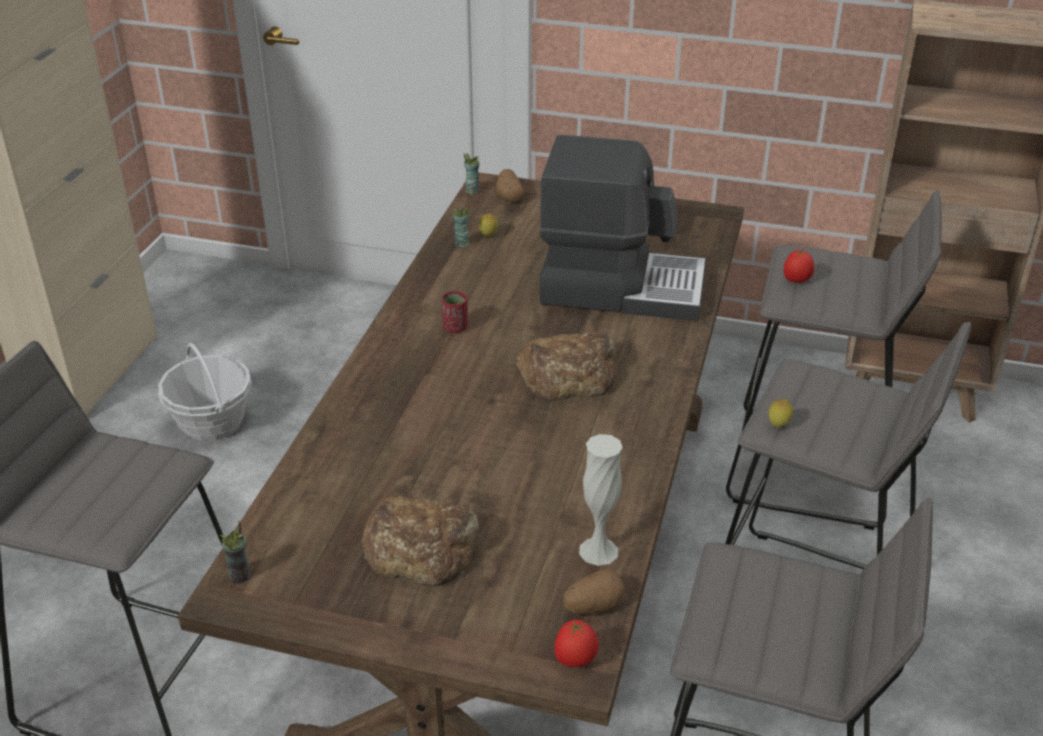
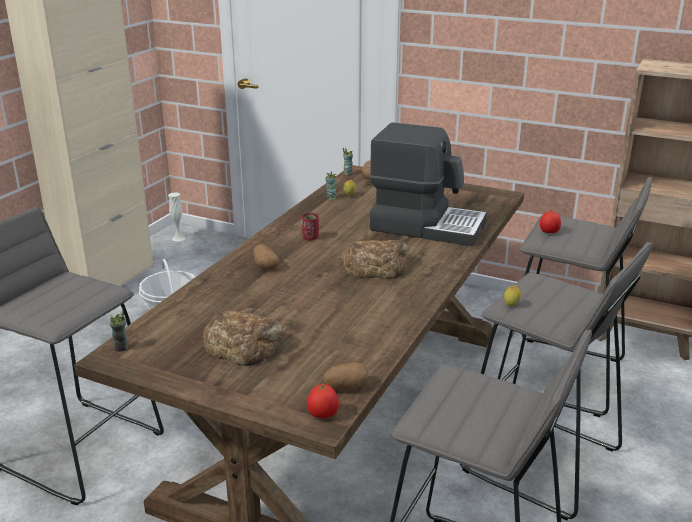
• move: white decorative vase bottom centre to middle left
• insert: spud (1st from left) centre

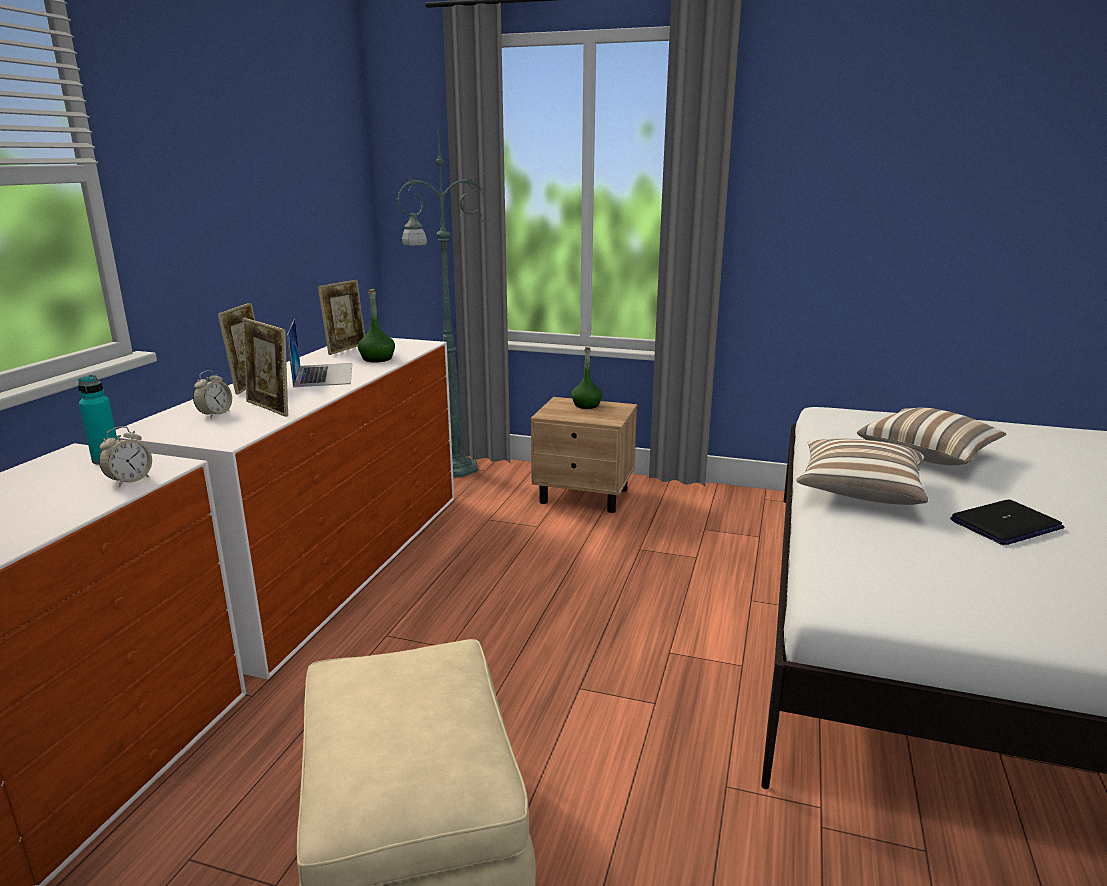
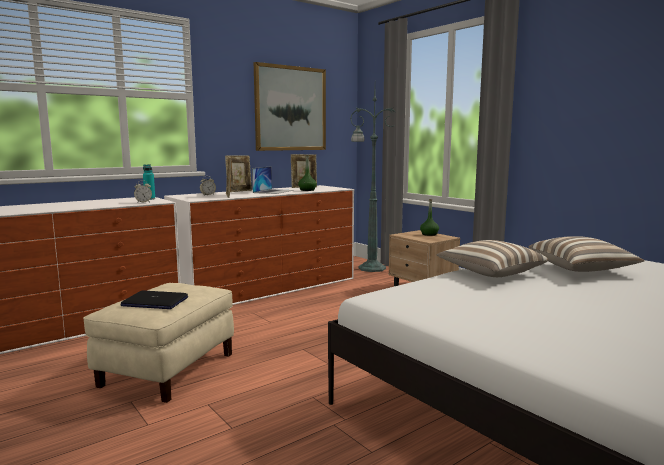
• move: notebook computer (2nd from left in the first image) middle right to notebook computer (1st from left) middle left
• insert: picture top centre

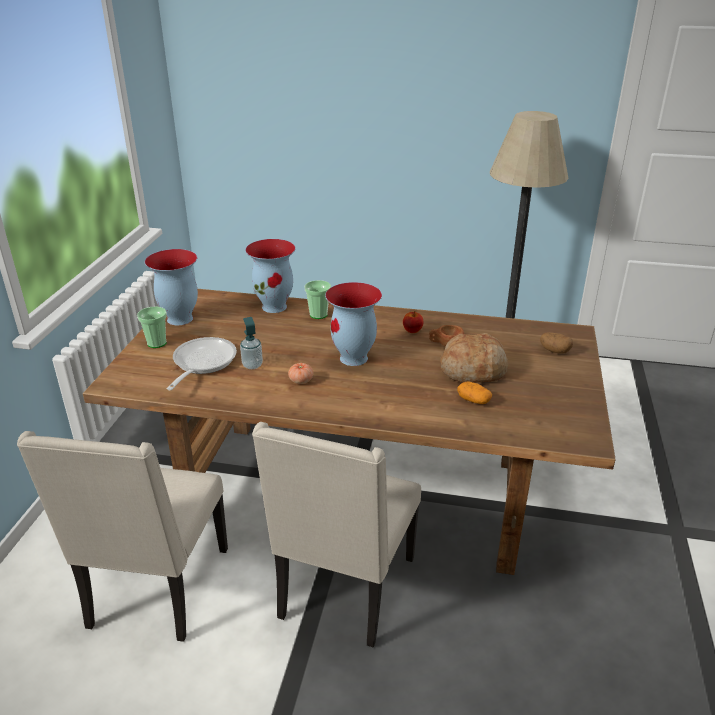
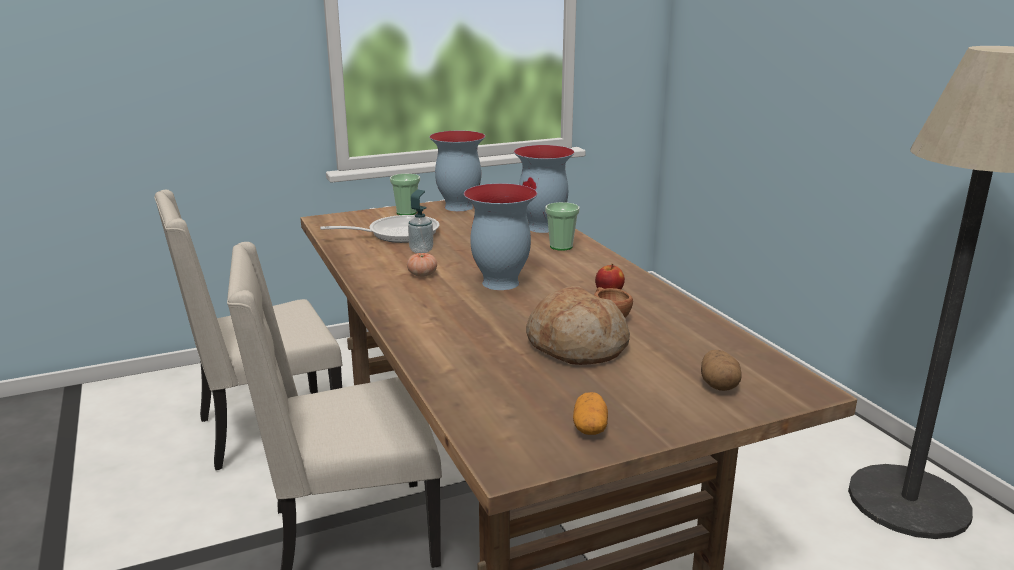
• move: spud (1st from left) centre to bottom centre

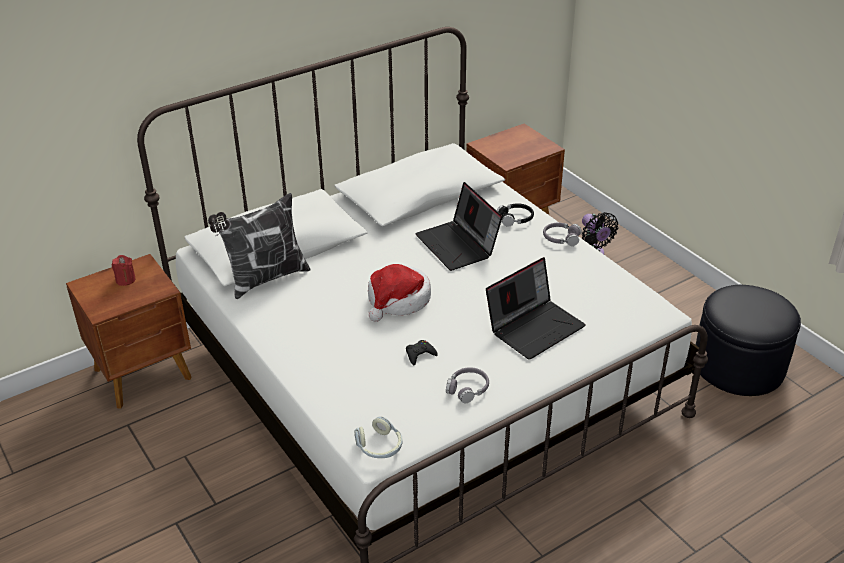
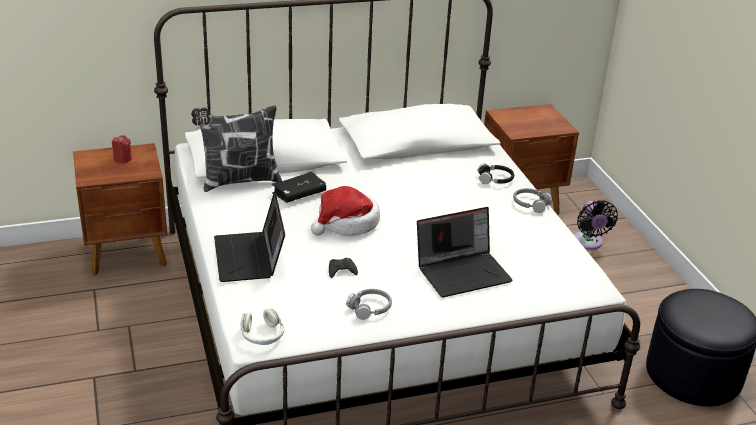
• move: notebook computer (1st from left) centre to middle left
• insert: black bound book centre

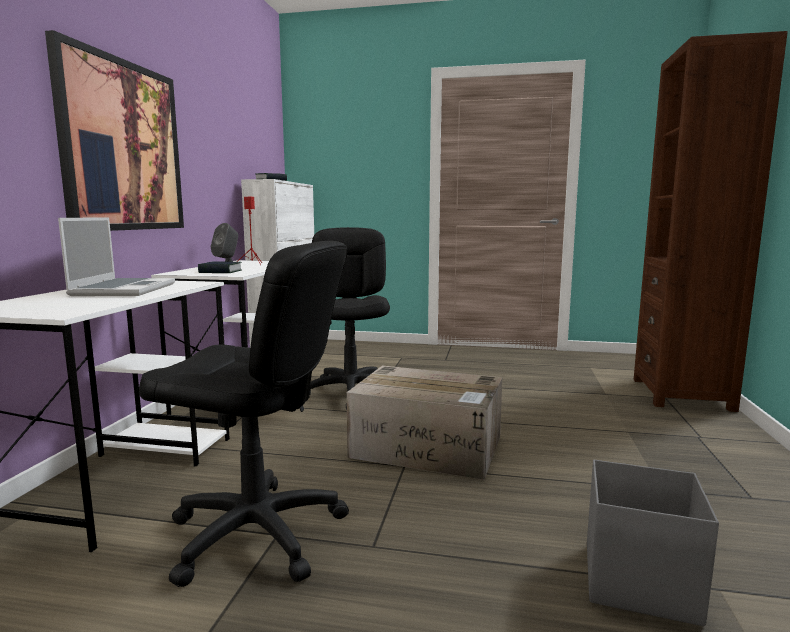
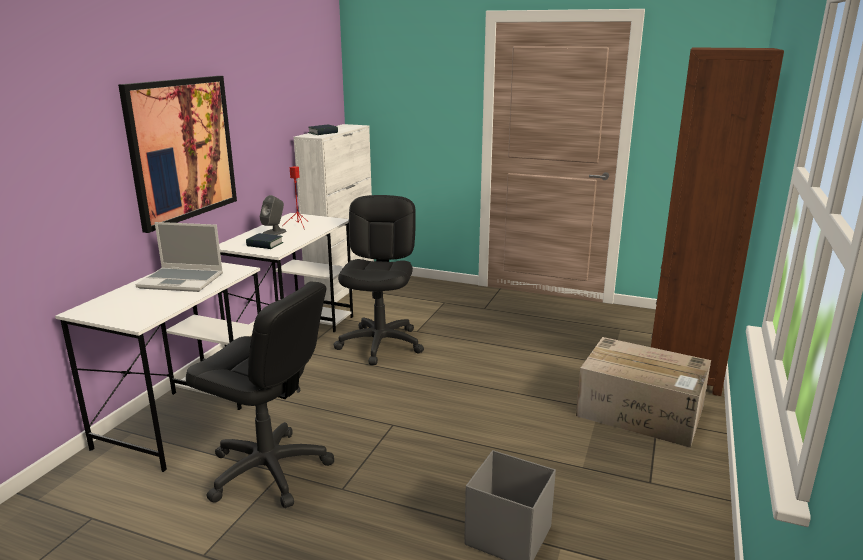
• rotate: notebook computer middle left = middle left 90 degrees clockwise
• move: packing box bottom centre to bottom right

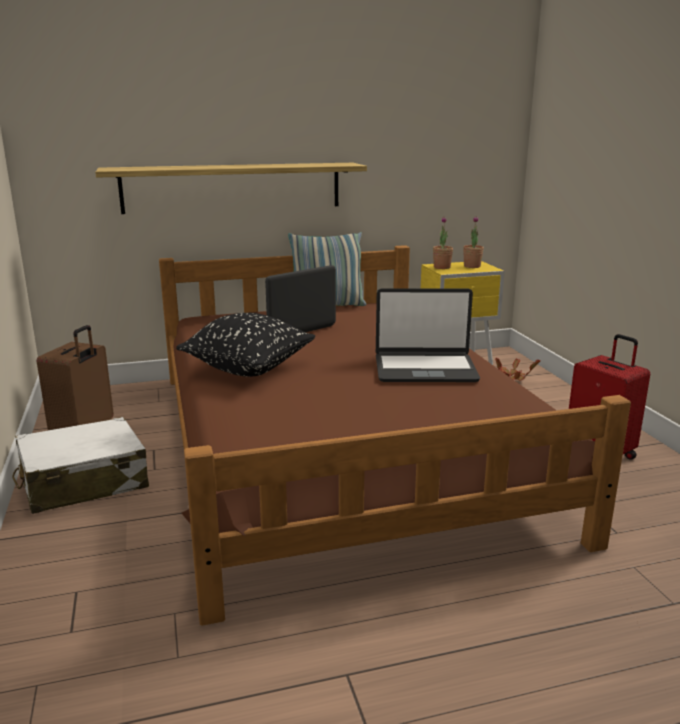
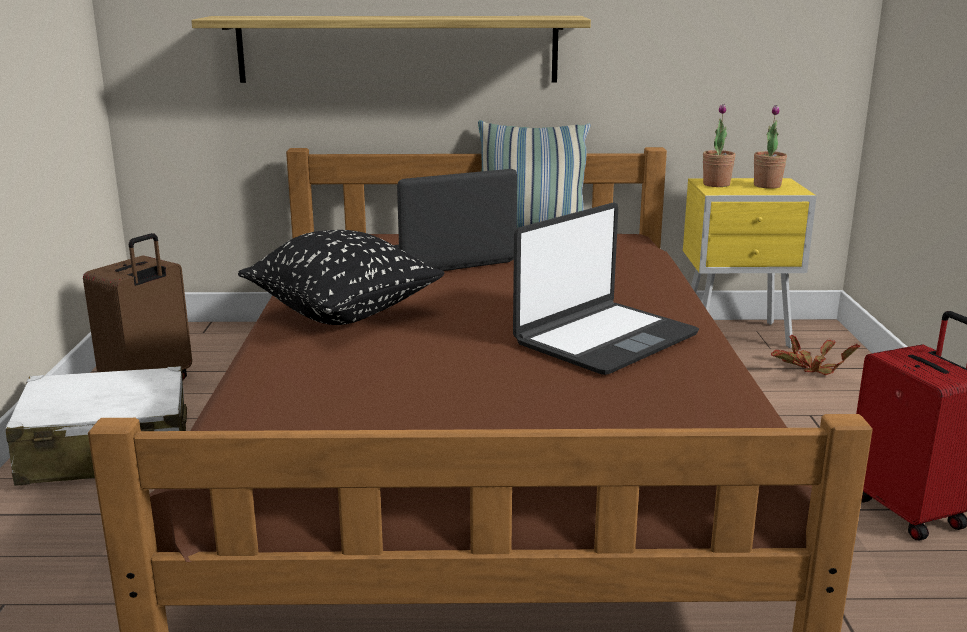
• rotate: notebook computer (2nd from left) centre = centre 60 degrees counterclockwise

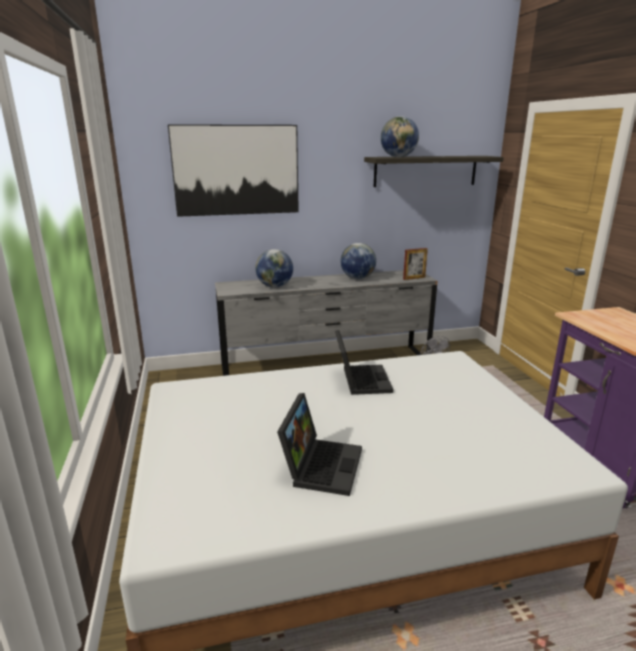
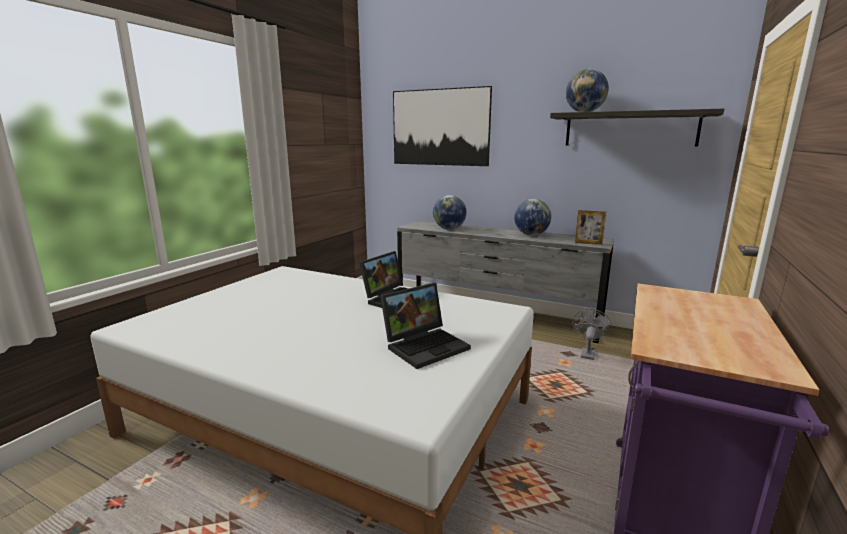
• move: notebook computer (1st from left in the first image) bottom centre to notebook computer (2nd from left) centre

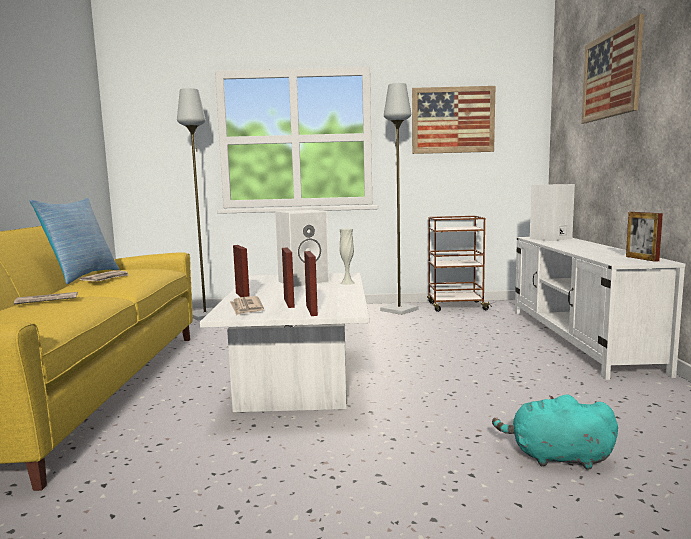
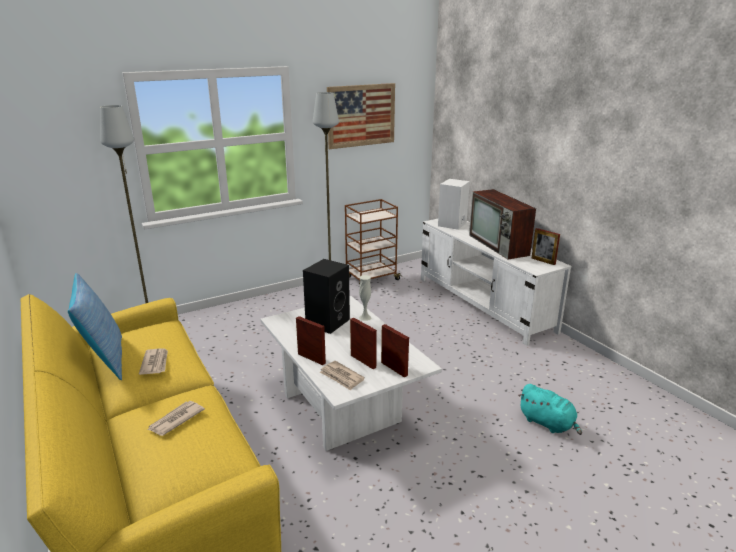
• delete: picture (2nd from left) top right
• recolor: white loudspeaker (1st from left) centre to black loudspeaker centre
• rotate: turquoise-coloured plush toy bottom right = bottom right 120 degrees counterclockwise
• insert: TV set middle right

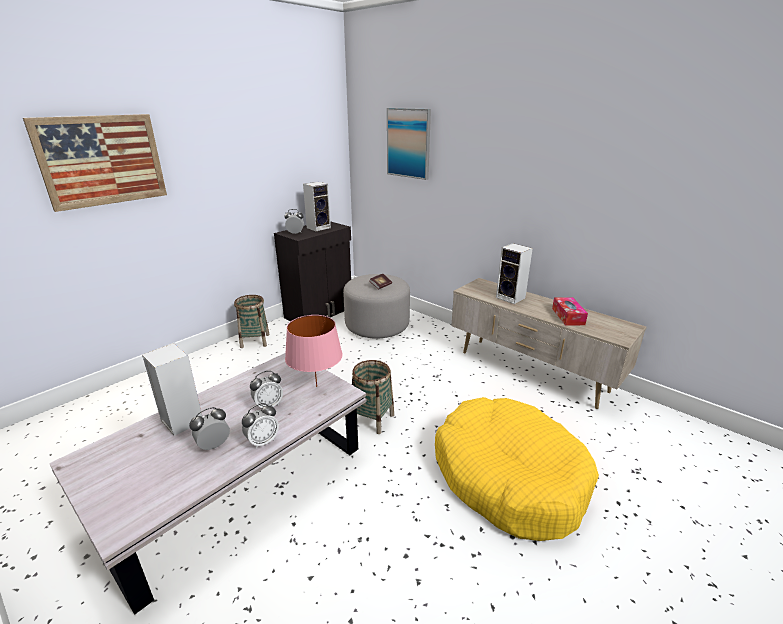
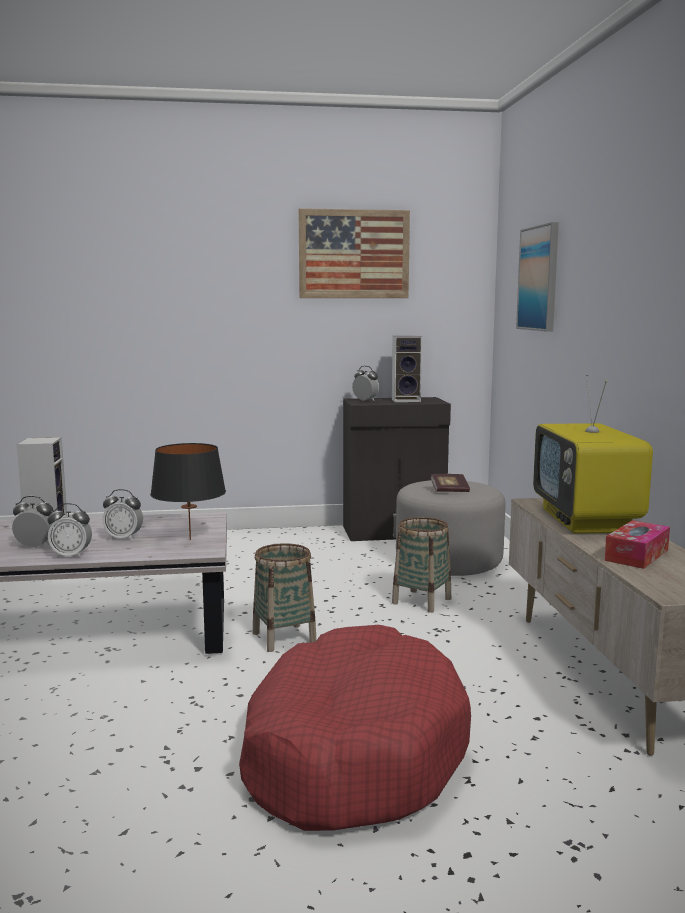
• move: picture (1st from left) top left to top centre
• replace: loudspeaker (3rd from left) centre to TV set middle right
• move: basket (1st from left in the first image) middle left to basket (2nd from left) centre
• recolor: pink-coloured lamp for a table centre to black lamp for a table middle left
• recolor: yellowish dog bed bottom centre to red dog bed bottom centre

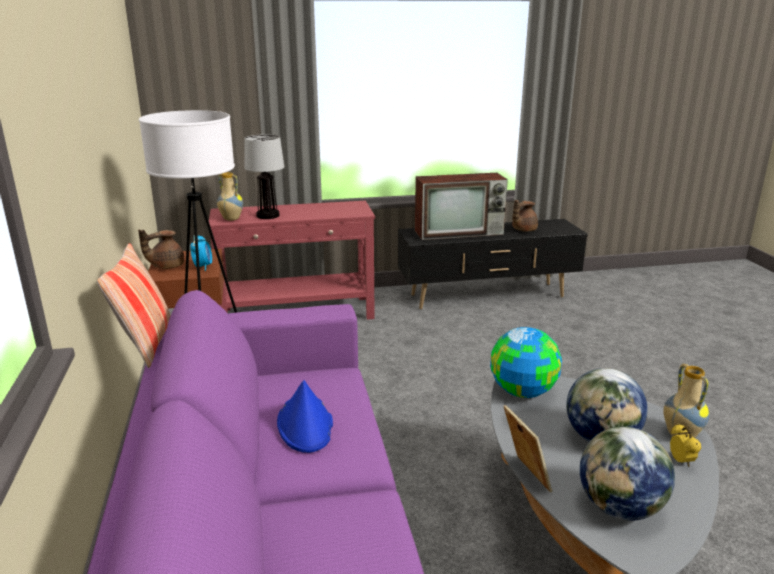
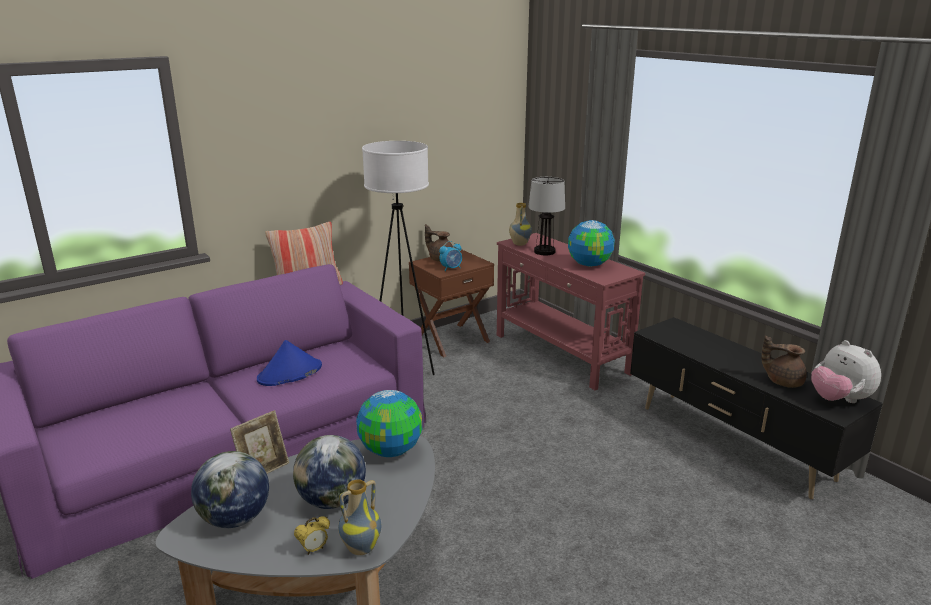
• delete: TV set centre
• insert: globe (4th from left) centre
• insert: plush toy middle right

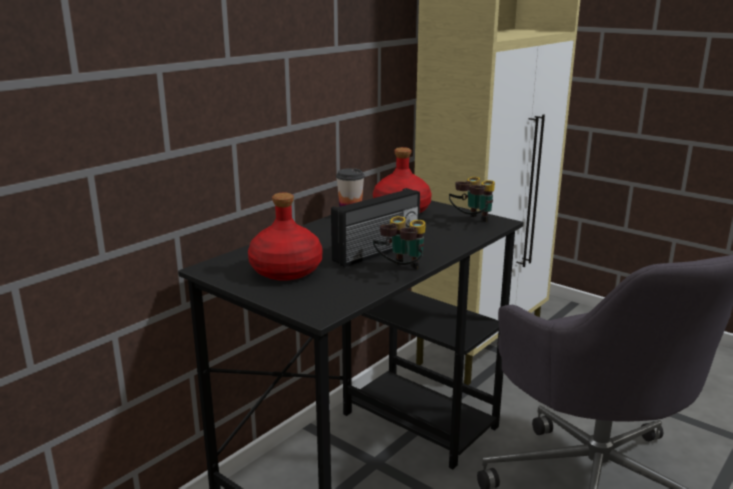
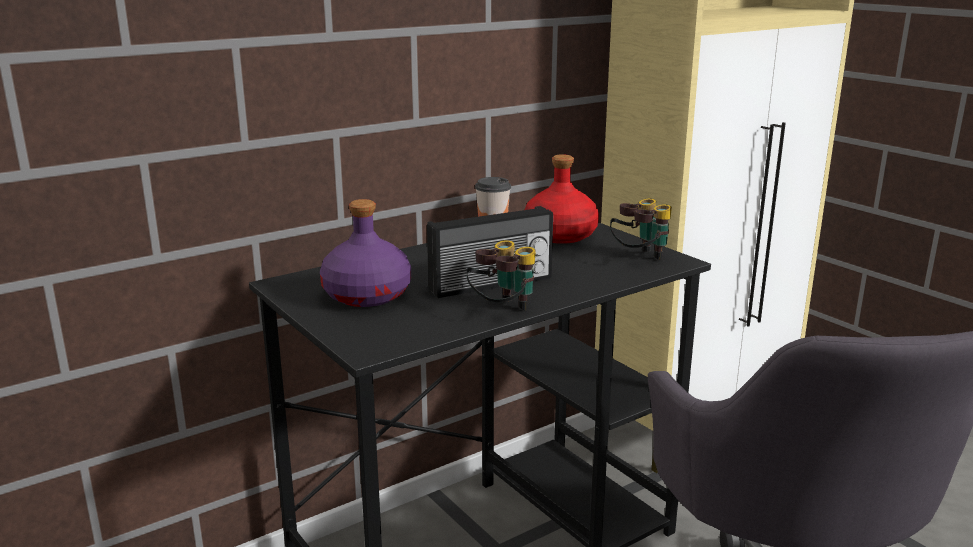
• recolor: red drink bottle (1st from left) centre to purple drink bottle centre

